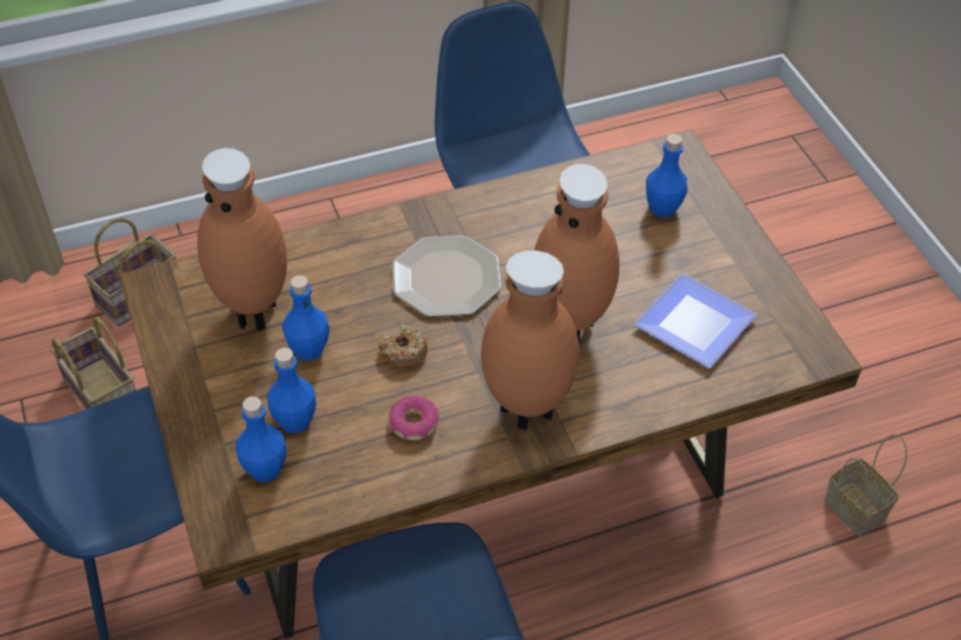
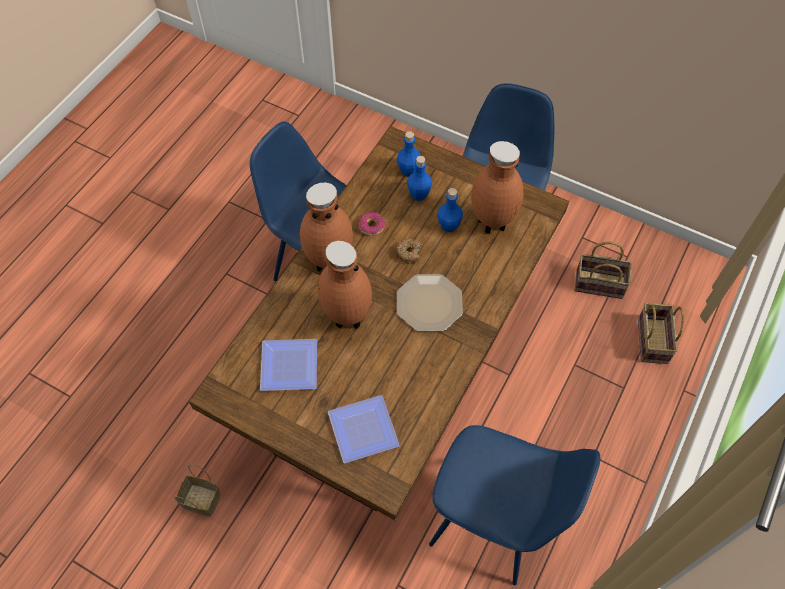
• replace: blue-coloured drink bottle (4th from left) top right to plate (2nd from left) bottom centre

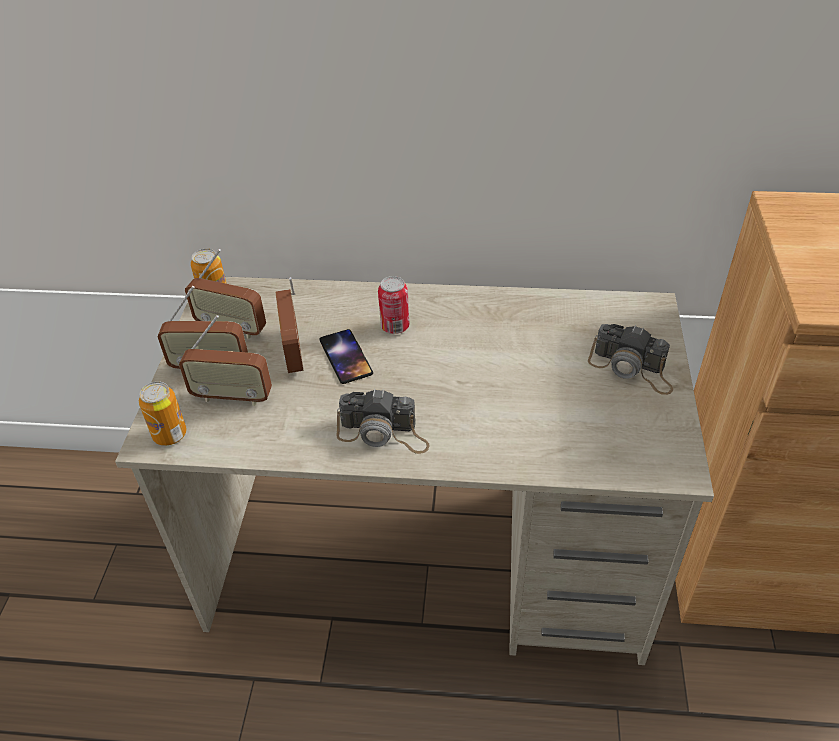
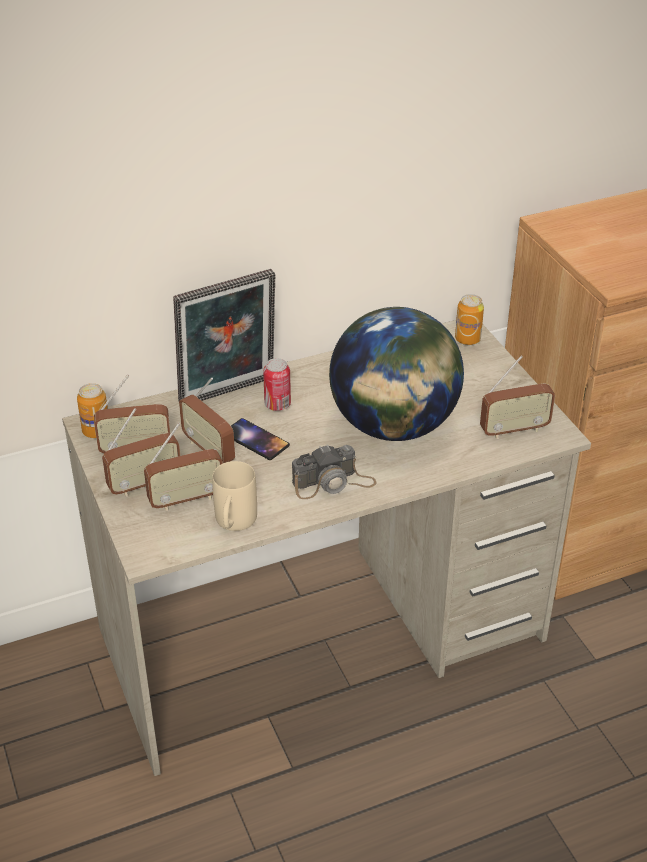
• delete: still camera (2nd from left) middle right
• move: metal can (1st from left in the first image) middle left to metal can (3rd from left) middle right
• insert: photo frame centre
• insert: globe centre
• insert: radio (5th from left) middle right
• insert: beige tea mug centre

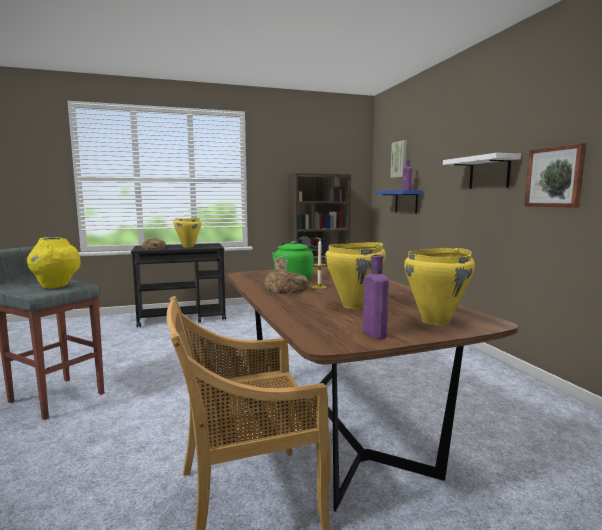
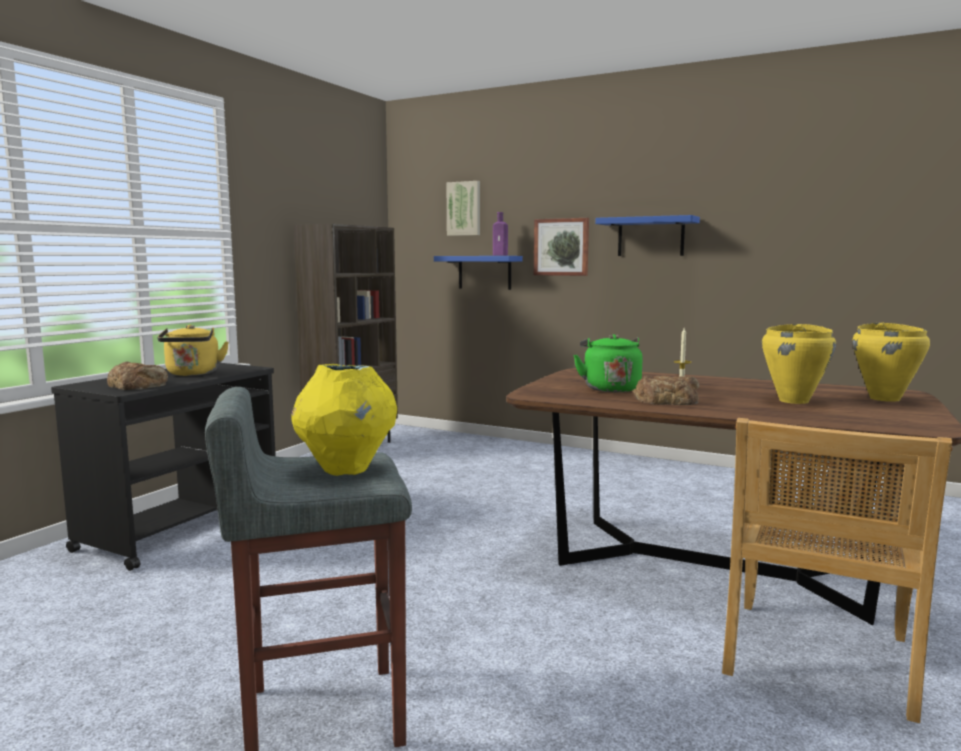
• move: picture (2nd from left) top right to top centre
• recolor: white shelf top right to blue-coloured shelf (2nd from left) top right
• replace: yellowish stockpot (1st from left) middle left to yellowish tea kettle middle left
• delete: purple drink bottle (1st from left) centre

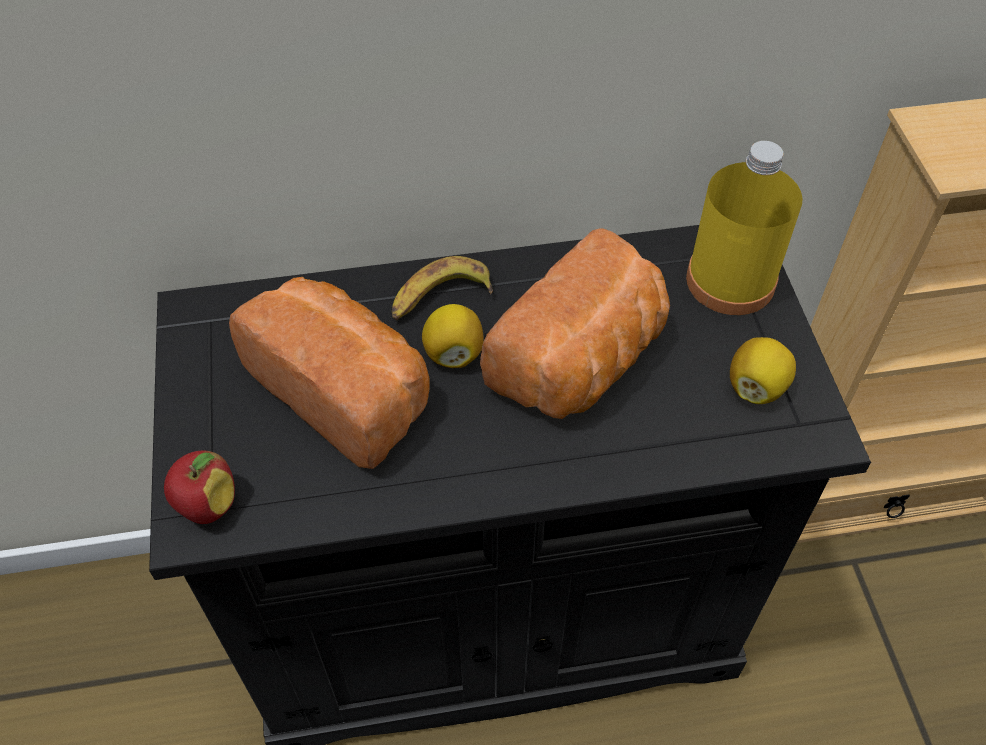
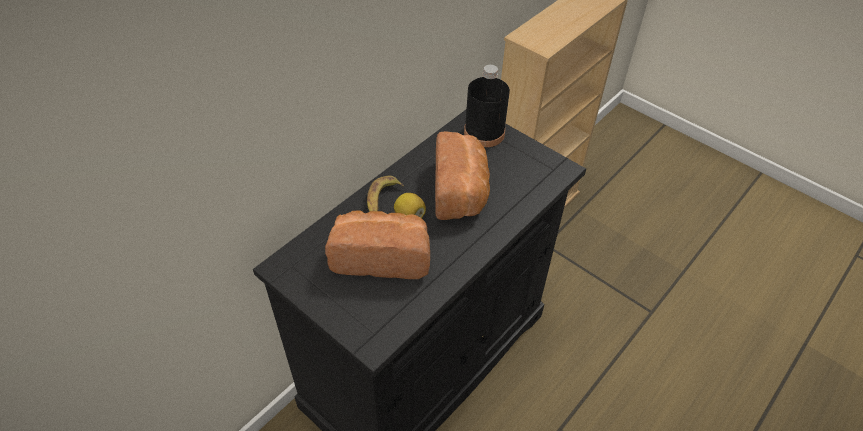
• recolor: yellowish drink bottle top right to black drink bottle top centre
• delete: lemon (2nd from left) middle right
• delete: whole apple middle left

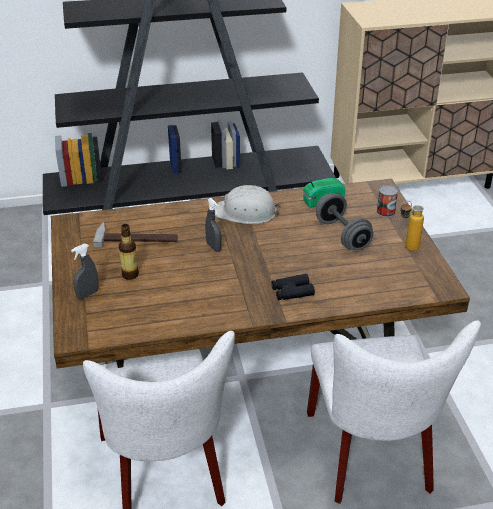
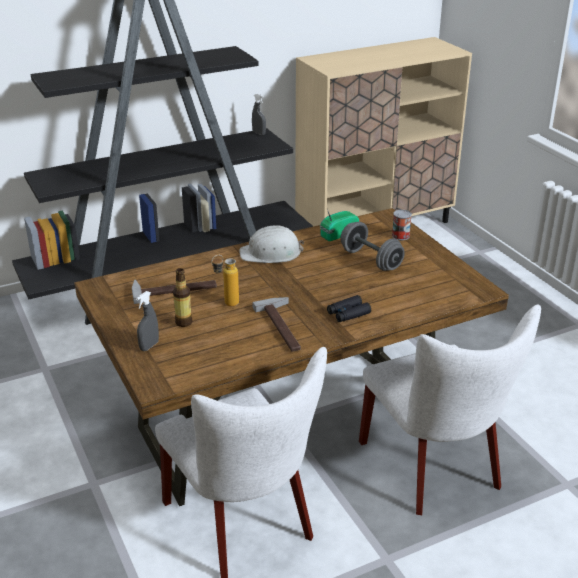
• move: gray hand sprayer (2nd from left) centre to top centre
• move: drink bottle (2nd from left) middle right to centre
• insert: hand hammer (2nd from left) centre

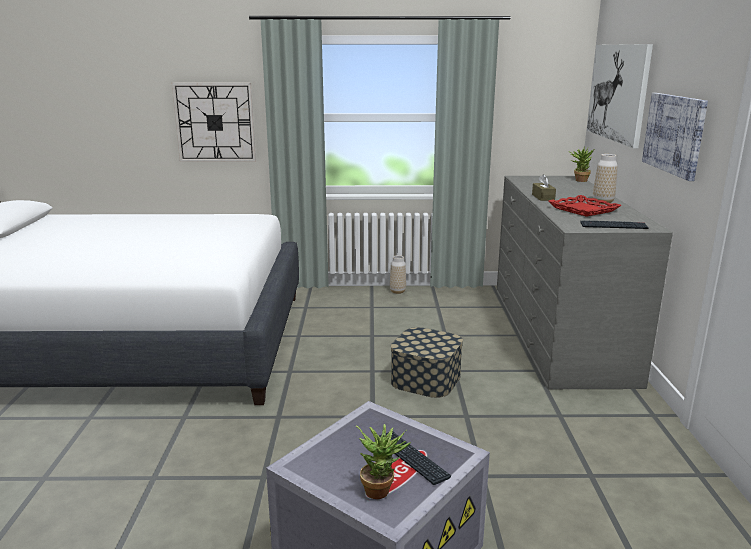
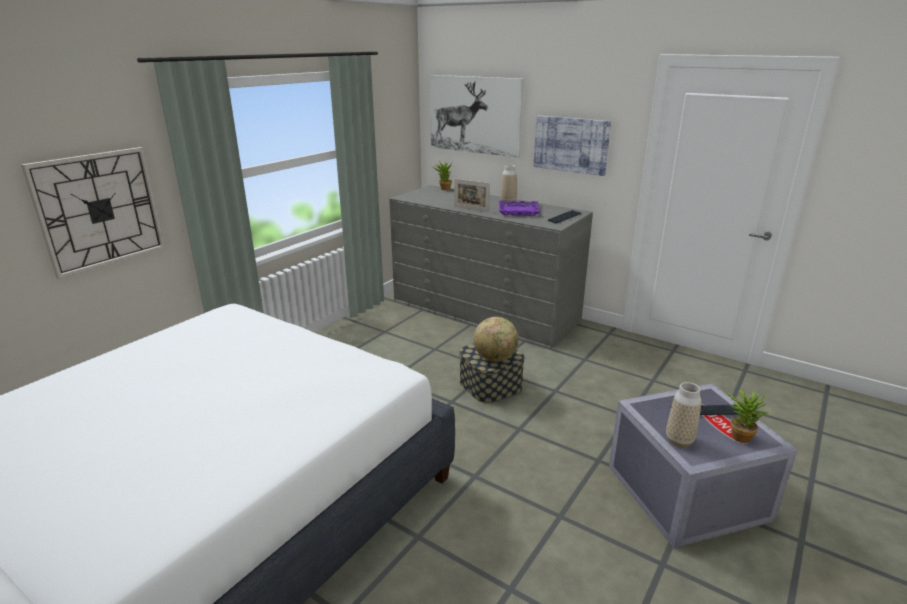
• replace: brownish tissue box middle right to photo frame top centre
• recolor: red tray middle right to purple tray centre
• move: decorative vase (1st from left in the first image) centre to decorative vase (2nd from left) bottom right
• insert: globe centre

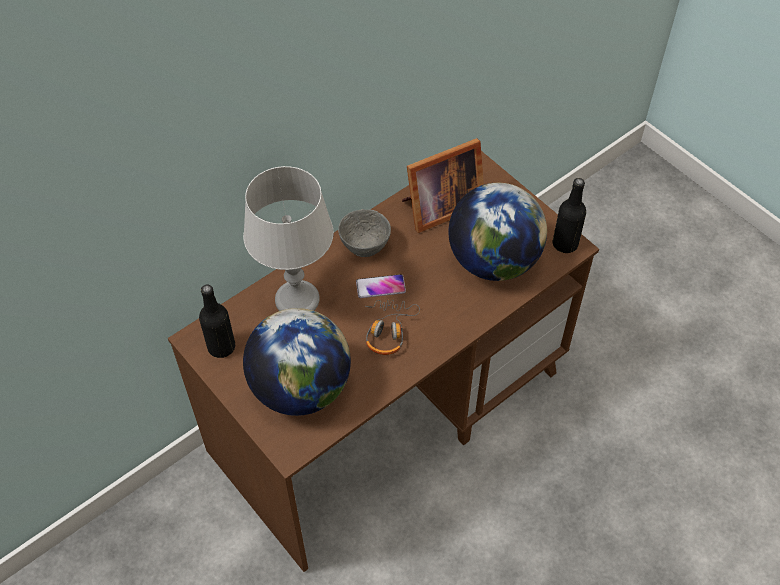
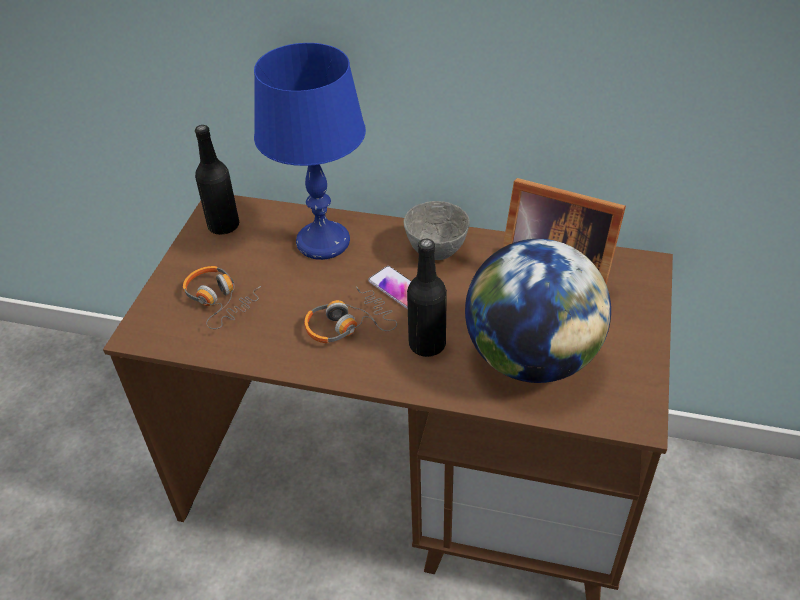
• recolor: gray lamp for a table centre to blue-coloured lamp for a table top centre
• move: black drink bottle (2nd from left) middle right to centre
• replace: globe (1st from left) centre to pair of headphones (1st from left) middle left

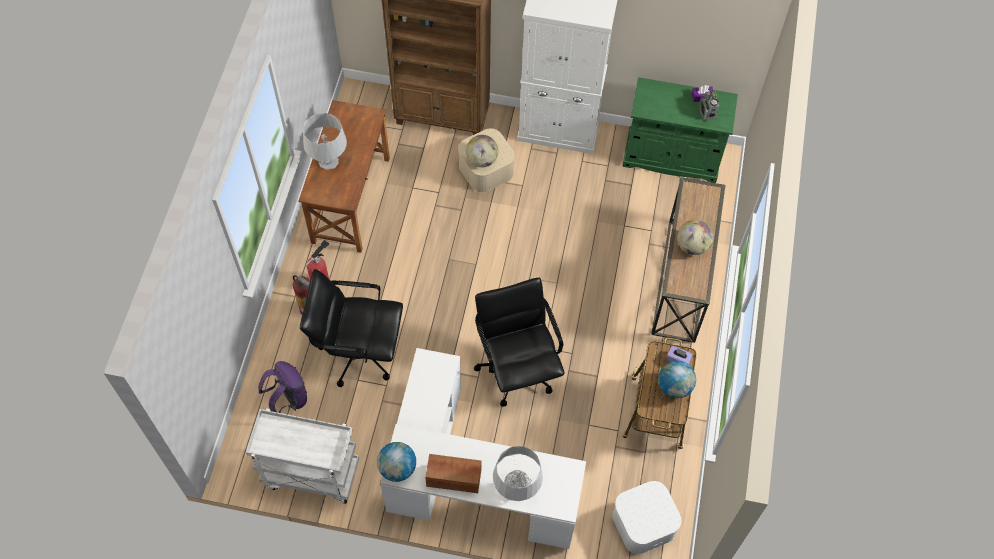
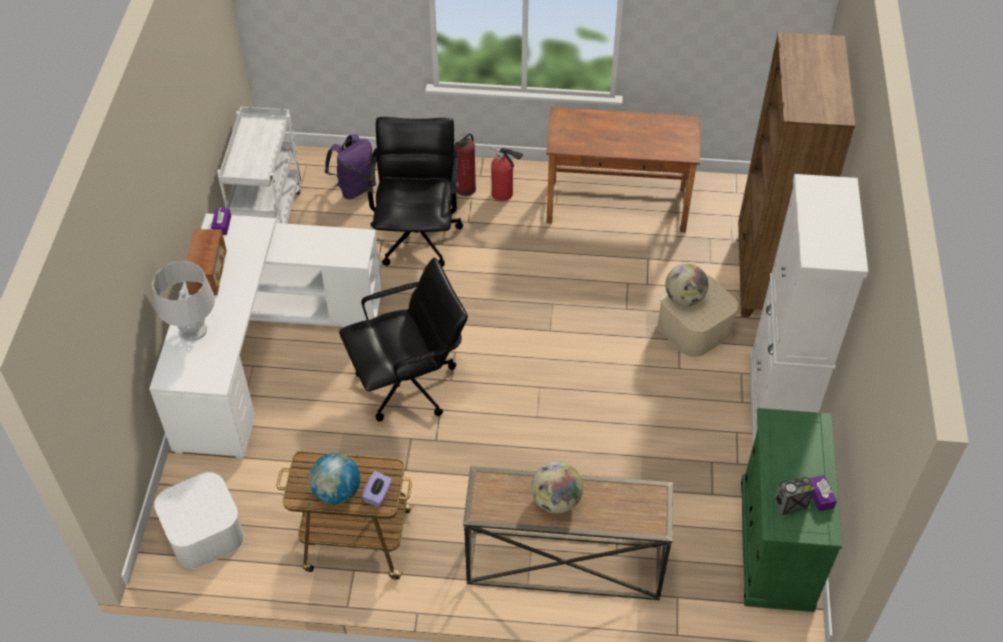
• delete: gray lamp for a table (1st from left) top left
• replace: globe (1st from left) bottom centre to purple tissue box (1st from left) middle left

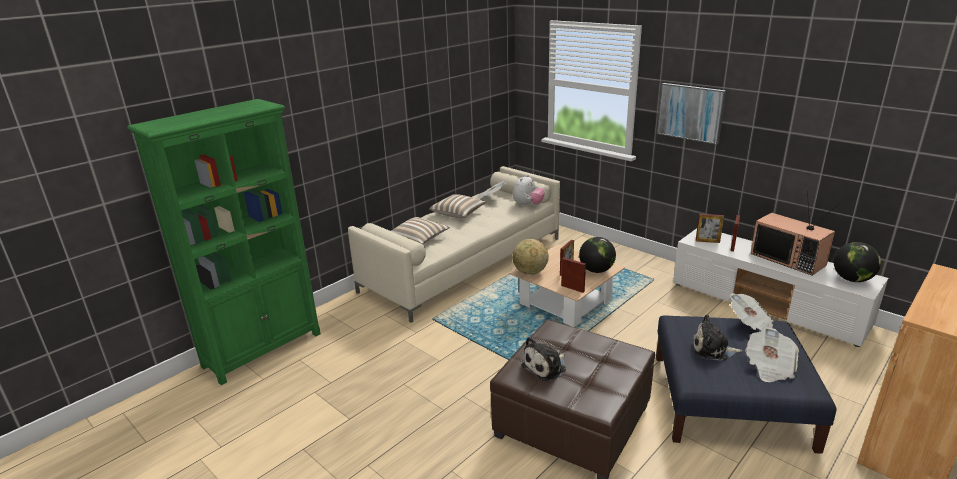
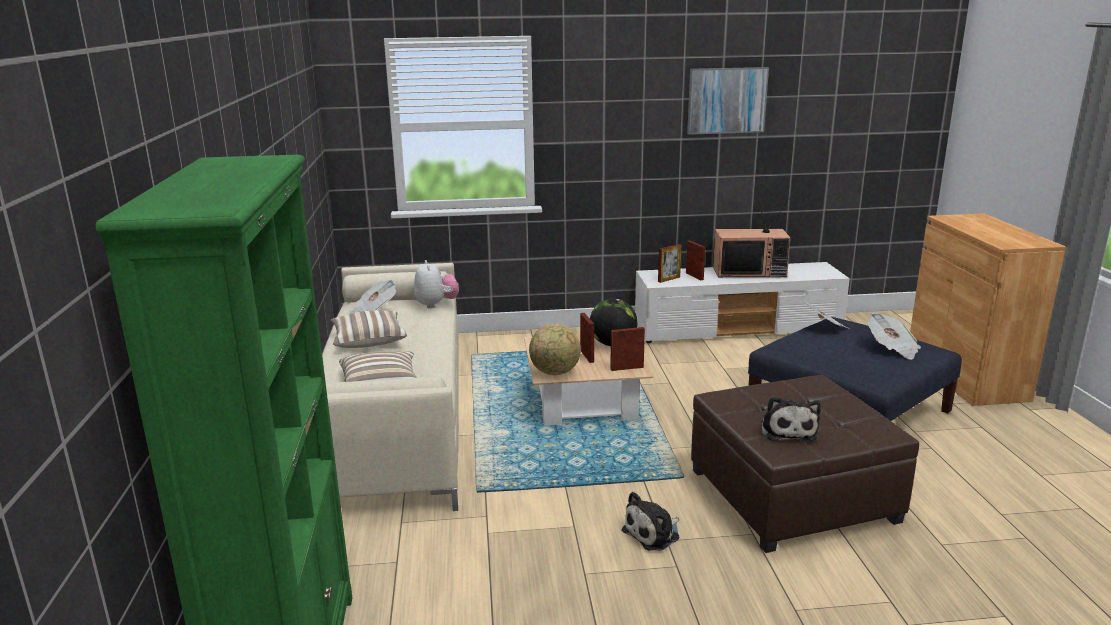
• move: picture top right to top centre
• delete: globe (3rd from left) middle right
• move: plush toy (3rd from left in the first image) bottom right to plush toy (2nd from left) bottom centre

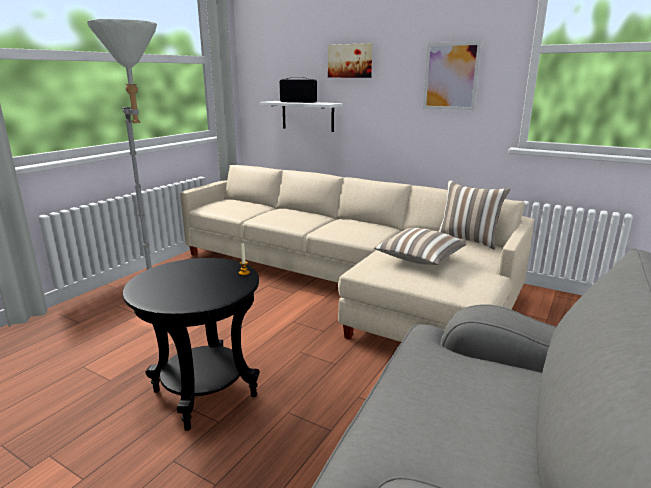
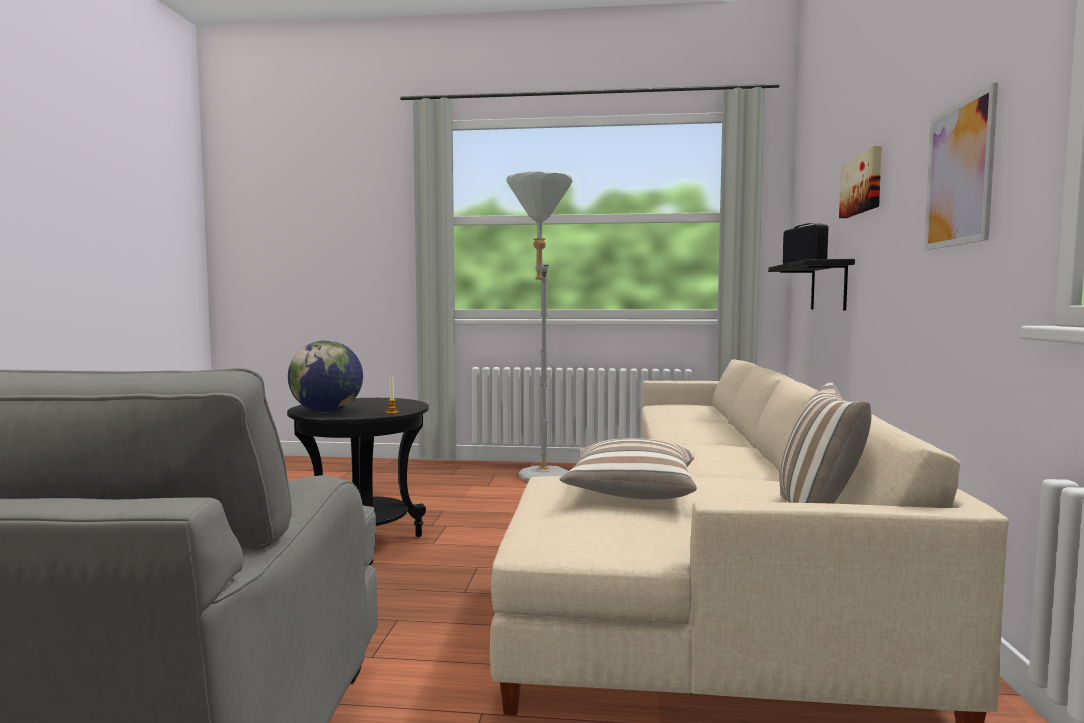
• recolor: white shelf top centre to black shelf middle right
• insert: globe middle left

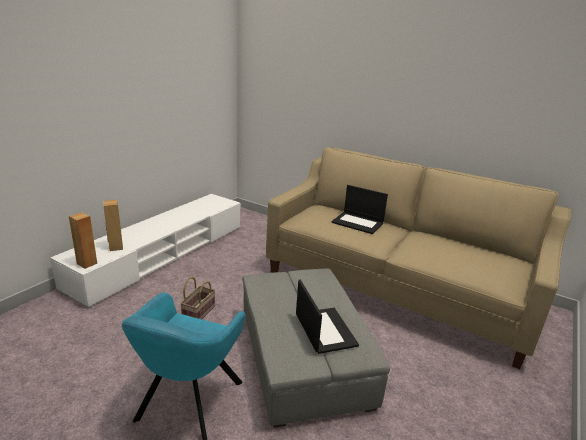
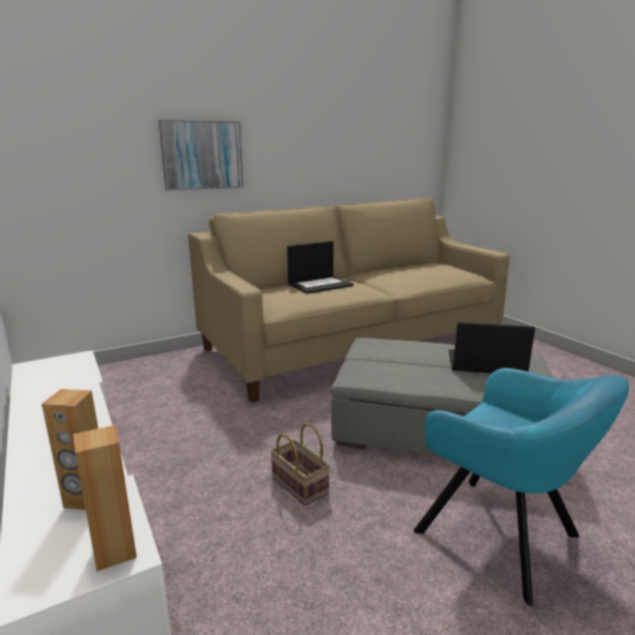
• insert: picture top left

